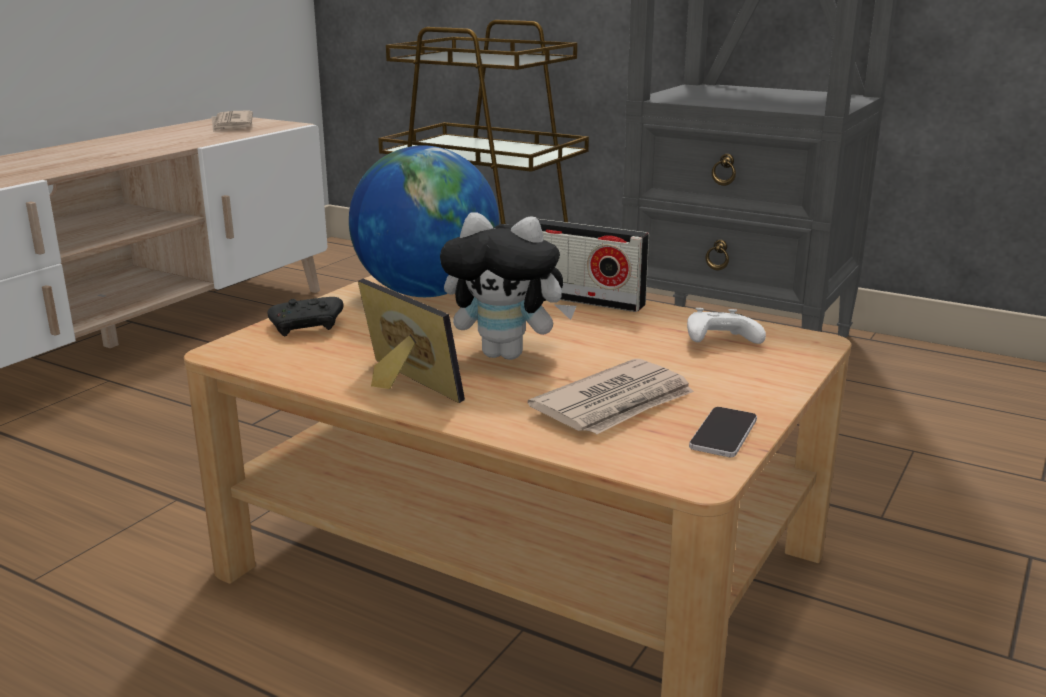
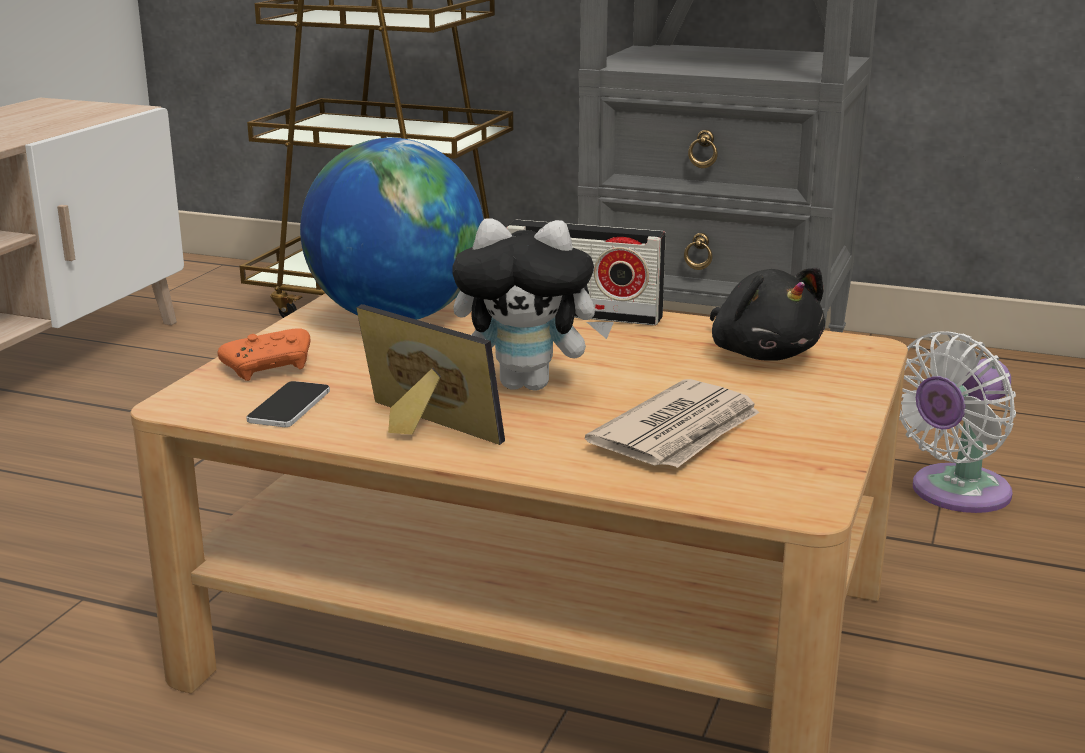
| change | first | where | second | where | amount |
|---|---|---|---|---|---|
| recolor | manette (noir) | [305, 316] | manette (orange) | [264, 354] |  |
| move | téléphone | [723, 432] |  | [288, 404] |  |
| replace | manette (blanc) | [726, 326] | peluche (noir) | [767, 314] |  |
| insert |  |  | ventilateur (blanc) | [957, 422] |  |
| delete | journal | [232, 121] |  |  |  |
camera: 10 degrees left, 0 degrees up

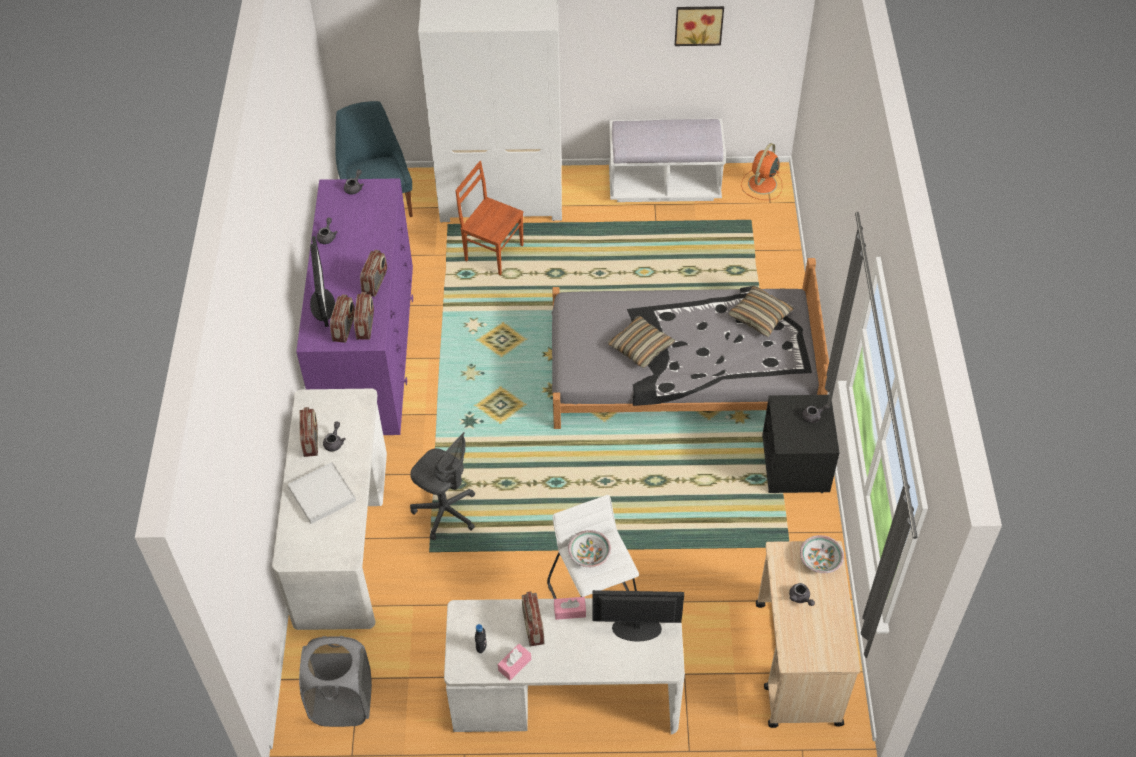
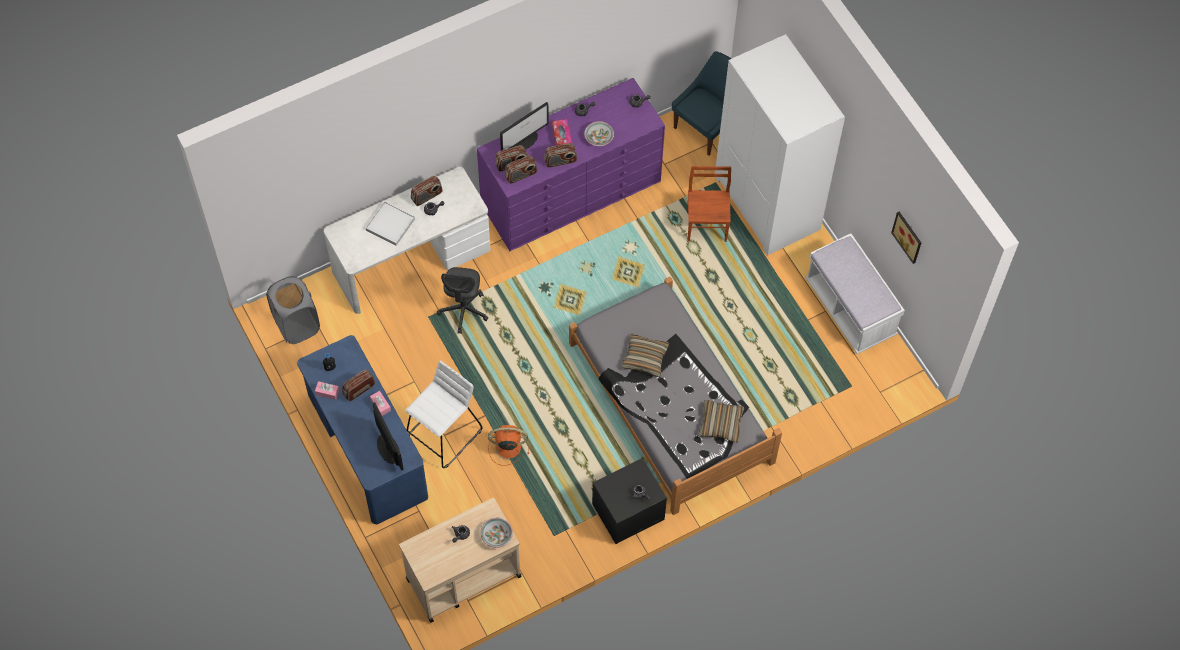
| change | first | where | second | where | amount |
|---|---|---|---|---|---|
| recolor | bureau (blanc) | [564, 666] | bureau (bleu) | [362, 429] |  |
| move | ventilateur (orange) | [761, 171] |  | [508, 445] |  |
| insert |  |  | boîte à mouchoirs | [562, 132] |  |
| move | bol | [589, 548] |  | [599, 133] |  |
camera: 60 degrees right, 10 degrees up

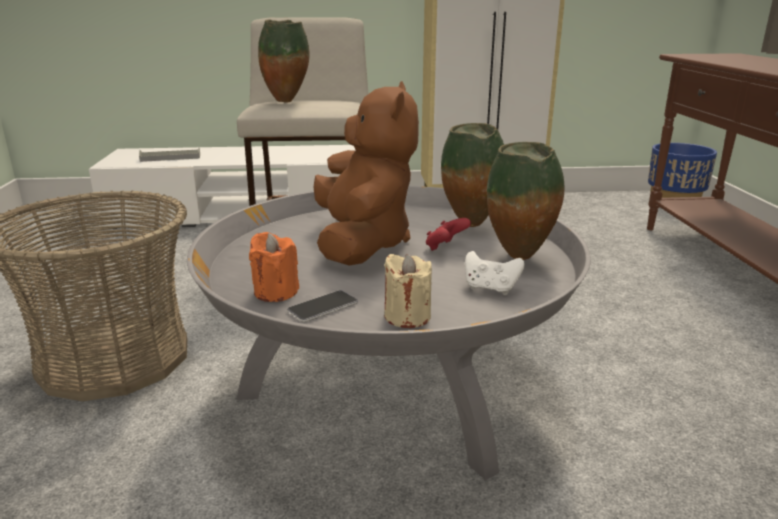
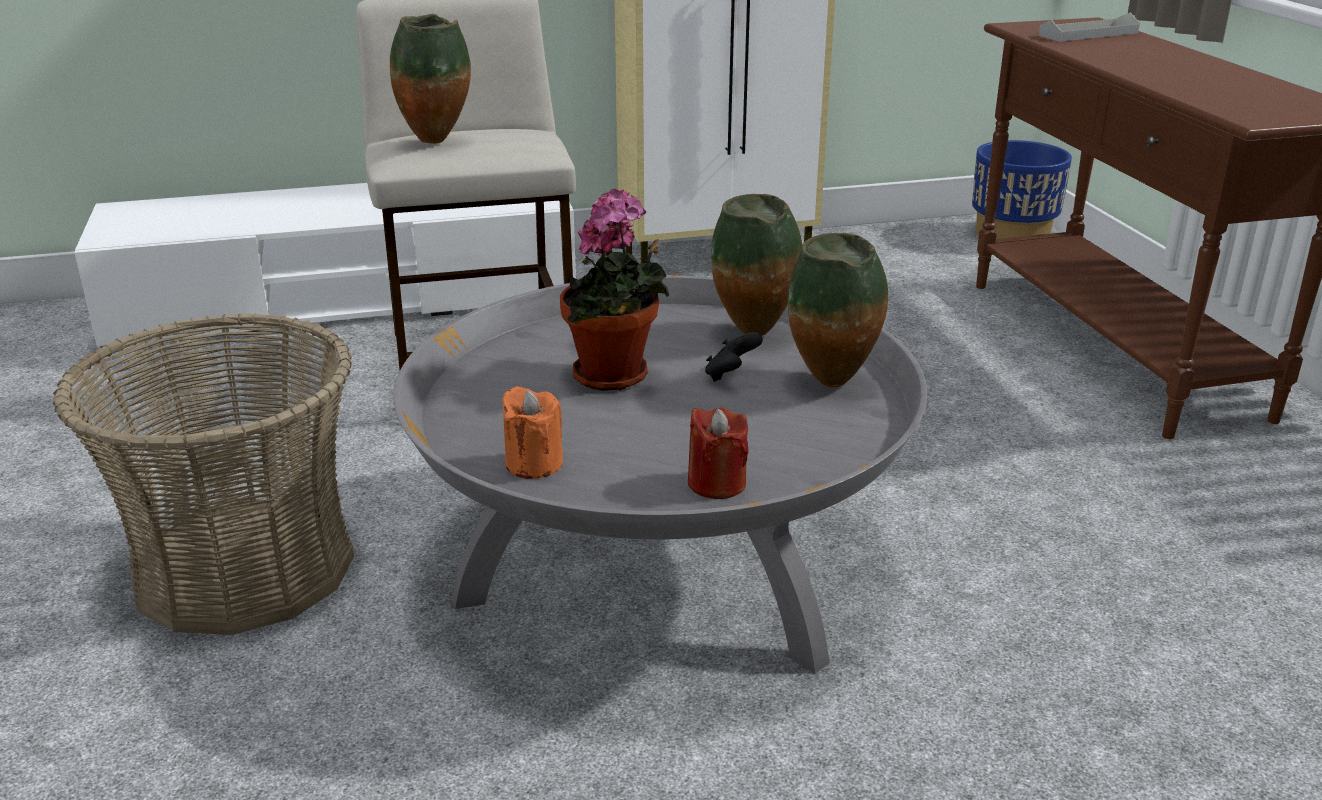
| change | first | where | second | where | amount |
|---|---|---|---|---|---|
| replace | peluche (marron) | [366, 173] | plante en pot | [614, 290] |  |
| recolor | bougie (beige) | [408, 291] | bougie (rouge) | [718, 453] |  |
| recolor | manette (rouge) | [448, 234] | manette (noir) | [734, 357] |  |
| move | plateau (gris) | [169, 154] |  | [1089, 27] |  |
| delete | téléphone | [322, 306] |  |  |  |
| delete | manette (blanc) | [495, 273] |  |  |  |
camera: 10 degrees left, 5 degrees up

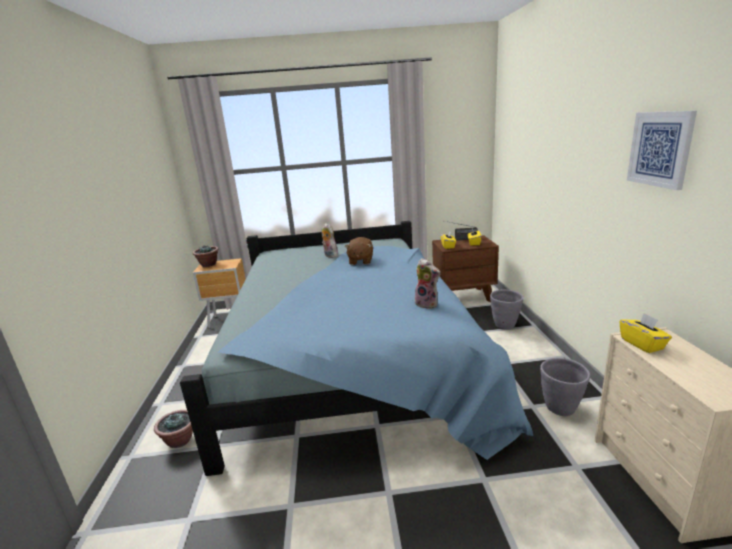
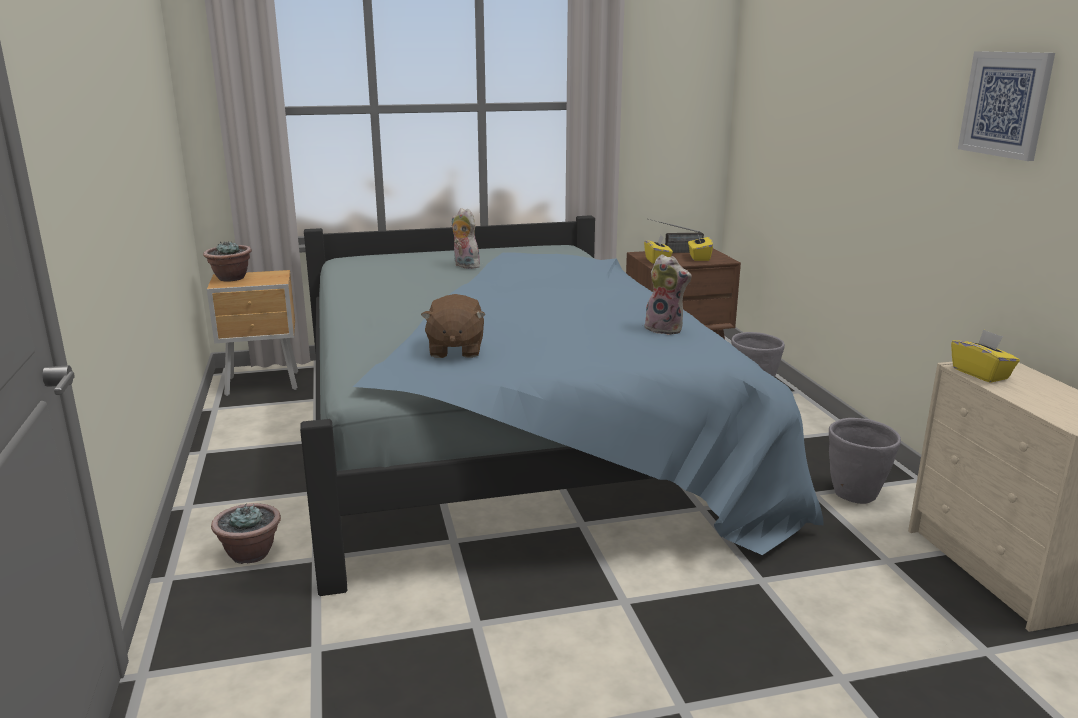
| change | first | where | second | where | amount |
|---|---|---|---|---|---|
| move | peluche (marron) | [359, 251] |  | [453, 326] |  |
camera: 10 degrees left, 0 degrees up

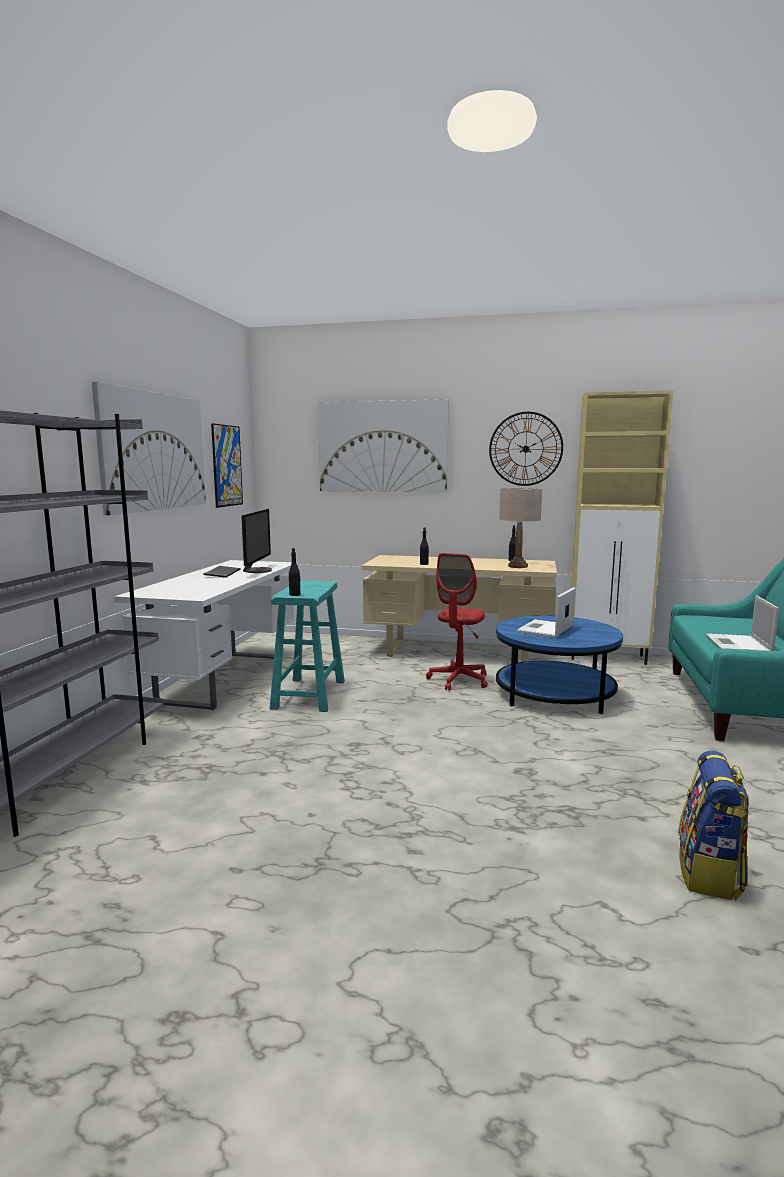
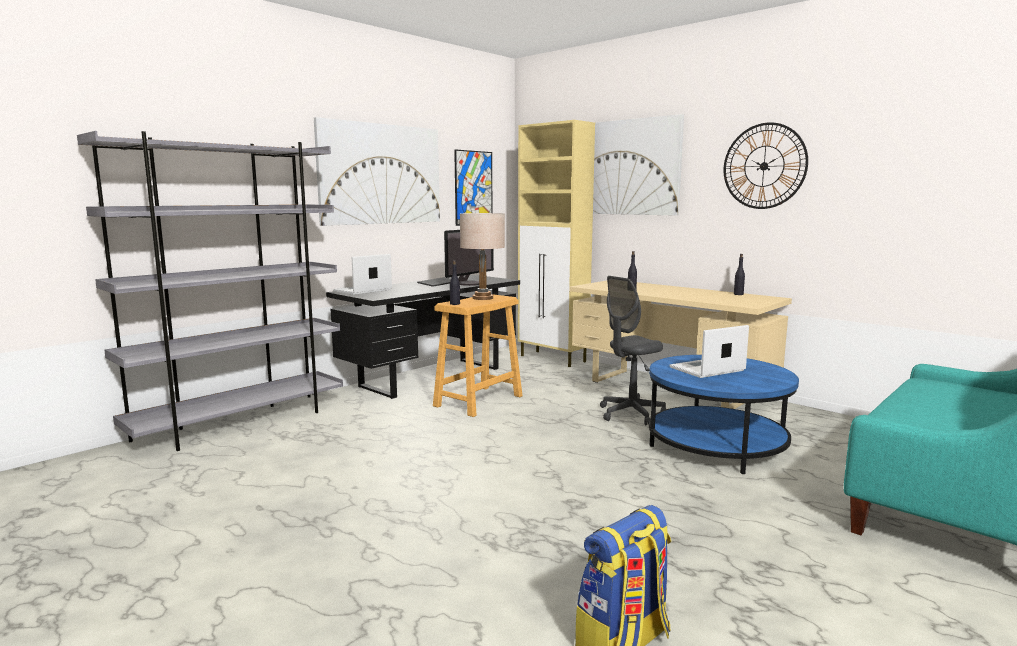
| change | first | where | second | where | amount |
|---|---|---|---|---|---|
| recolor | bureau (blanc) | [206, 635] | bureau (noir) | [423, 337] |  |
| move | ordinateur portable | [742, 623] |  | [362, 274] |  |
| recolor | tabouret (turquoise) | [307, 646] | tabouret (beige) | [478, 356] |  |
| move | lampe de table (beige) | [520, 528] |  | [482, 256] |  |
| move | meuble de rangement (beige) | [622, 527] |  | [556, 243] |  |
| recolor | chaise de bureau (rouge) | [457, 622] | chaise de bureau (gris) | [633, 350] |  |
camera: 30 degrees right, 0 degrees up

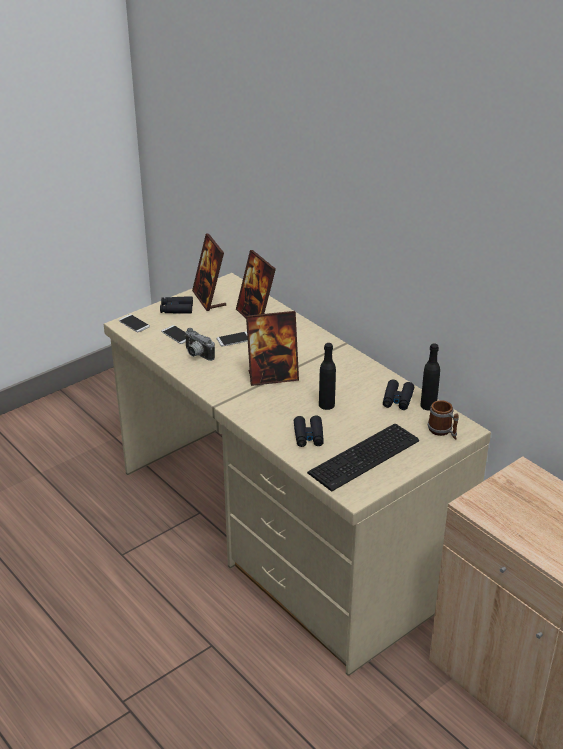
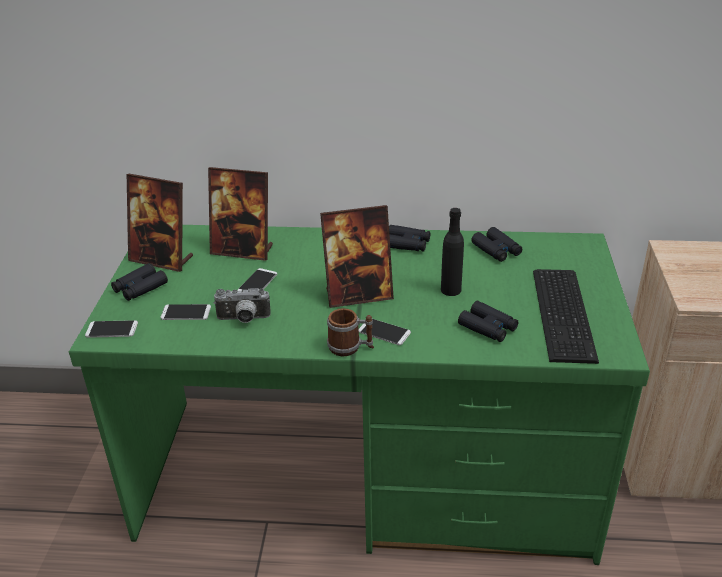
| change | first | where | second | where | amount |
|---|---|---|---|---|---|
| recolor | bureau (beige) | [297, 474] | bureau (vert) | [359, 395] |  |
| rotate | cadre photo | [272, 348] |  | [357, 256] | 45 degrees clockwise |
| move | mug | [443, 419] |  | [350, 332] |  |
| insert |  |  | téléphone | [384, 332] |  |
| insert |  |  | jumelles (noir) | [409, 238] |  |
| delete | bouteille (noir) | [430, 377] |  |  |  |
camera: 45 degrees left, 0 degrees up

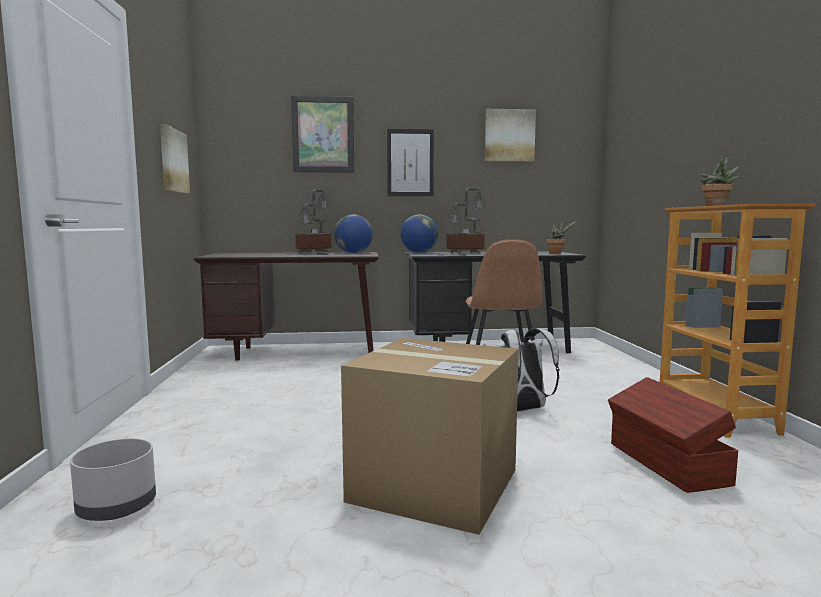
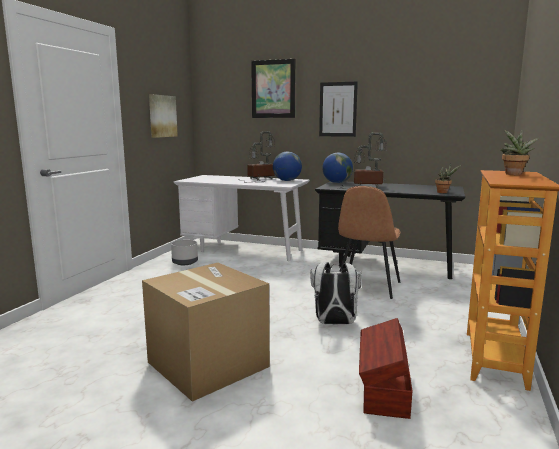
| change | first | where | second | where | amount |
|---|---|---|---|---|---|
| move | cache-pot (gris) | [113, 479] |  | [184, 252] |  |
| recolor | bureau (marron) | [286, 306] | bureau (blanc) | [242, 218] |  |
| delete | tableau | [510, 135] |  |  |  |
camera: 25 degrees right, 5 degrees up

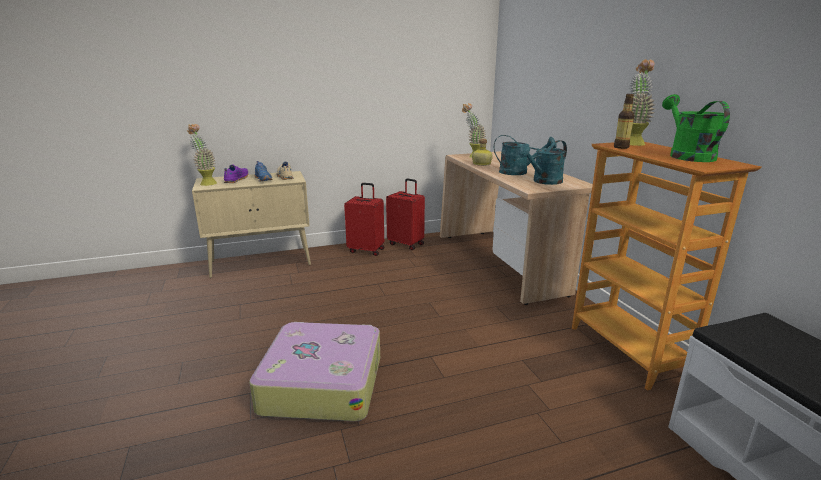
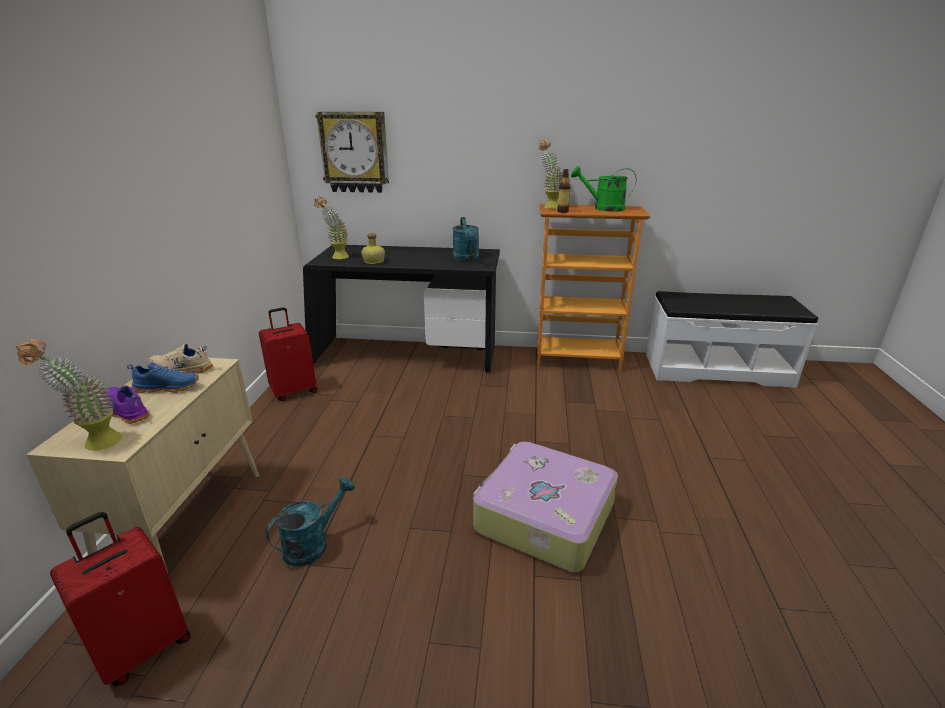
| change | first | where | second | where | amount |
|---|---|---|---|---|---|
| move | valise (rouge) | [364, 219] |  | [120, 599] |  |
| move | arrosoir (turquoise) | [525, 155] |  | [310, 521] |  |
| recolor | bureau (beige) | [516, 228] | bureau (noir) | [401, 309] |  |
| insert |  |  | horloge murale | [352, 152] |  |
camera: 65 degrees left, 5 degrees up

